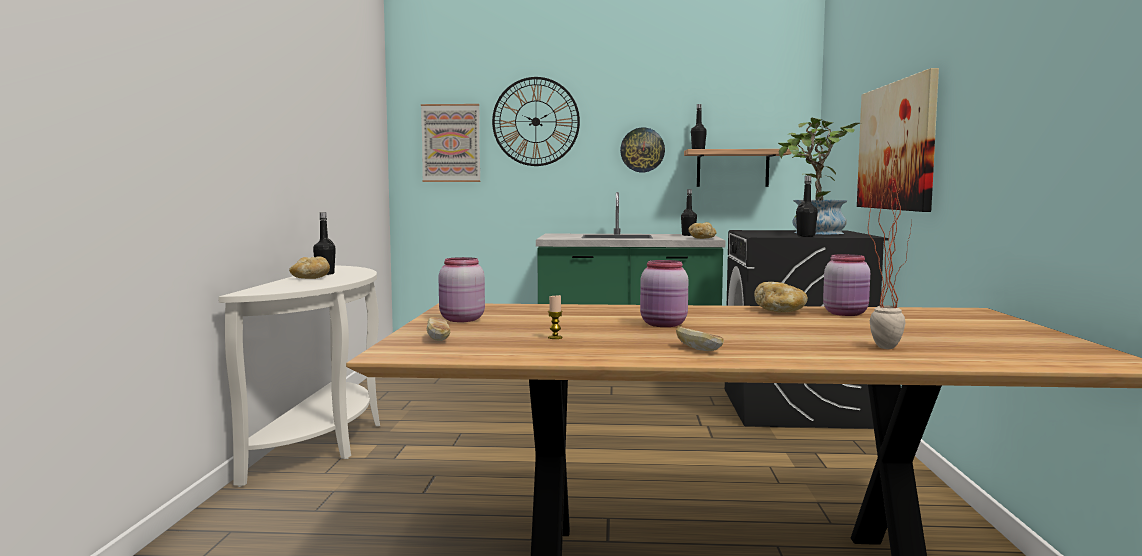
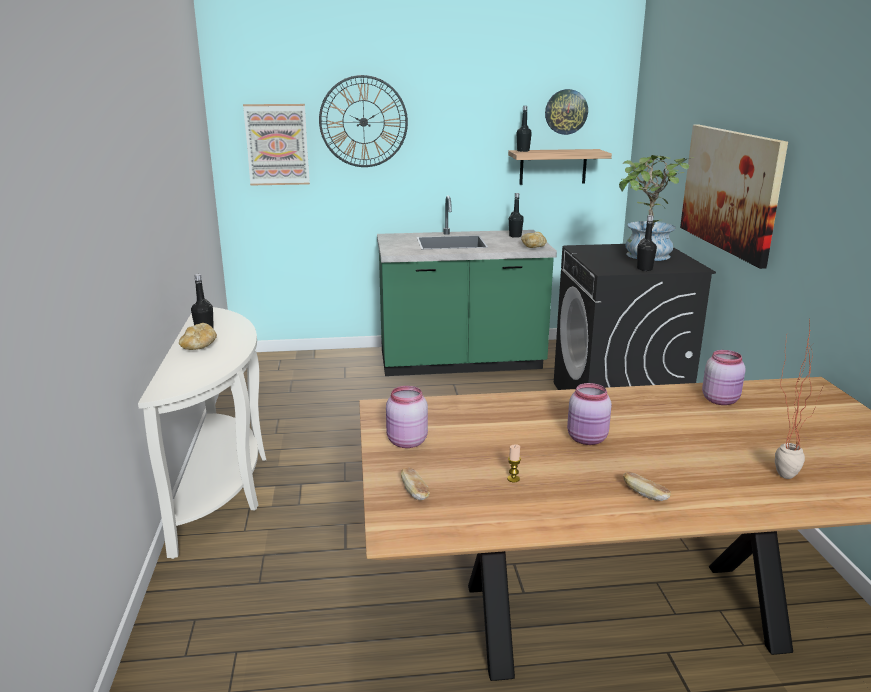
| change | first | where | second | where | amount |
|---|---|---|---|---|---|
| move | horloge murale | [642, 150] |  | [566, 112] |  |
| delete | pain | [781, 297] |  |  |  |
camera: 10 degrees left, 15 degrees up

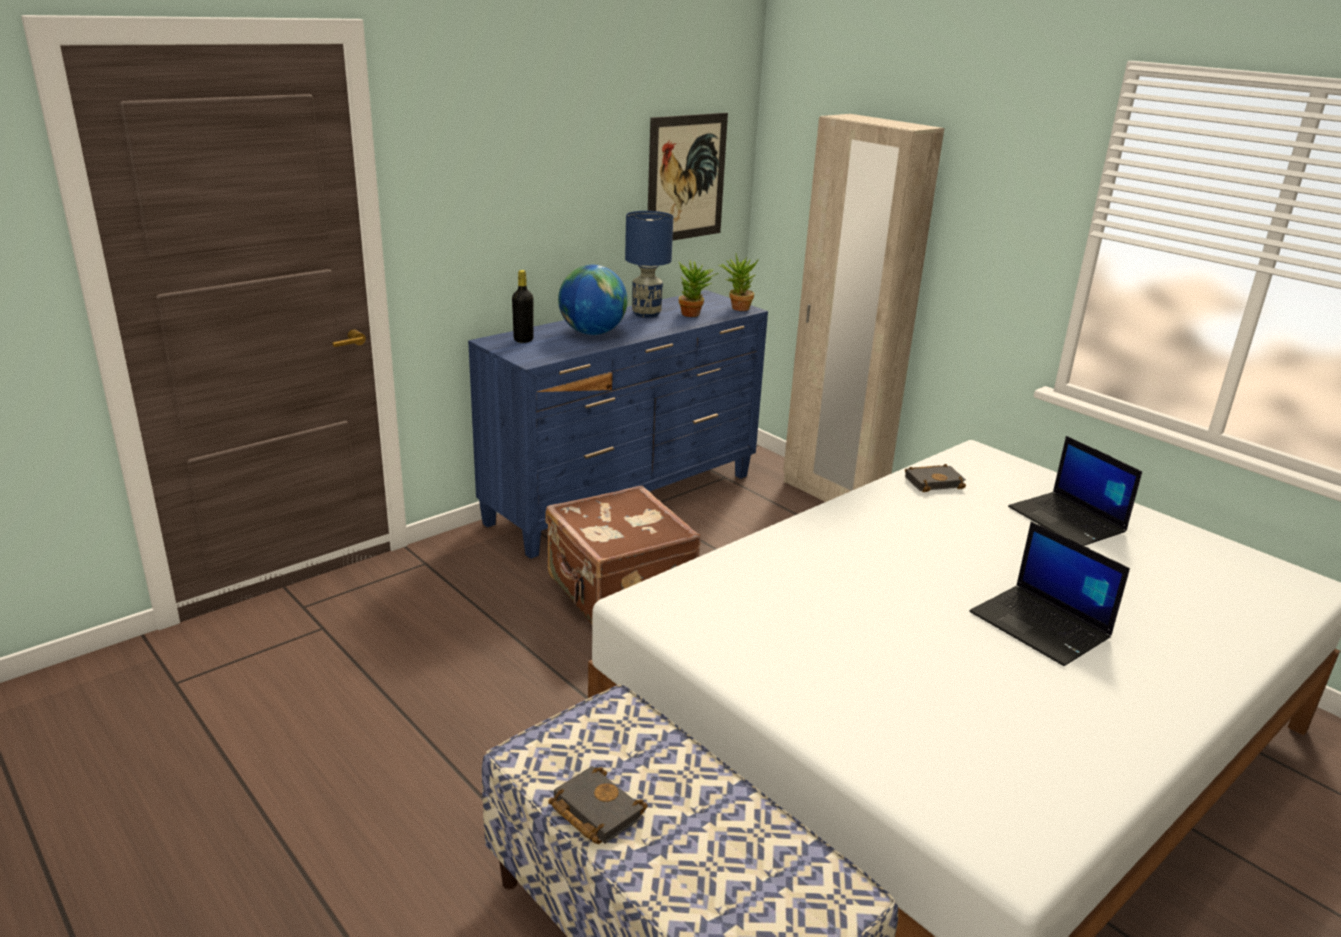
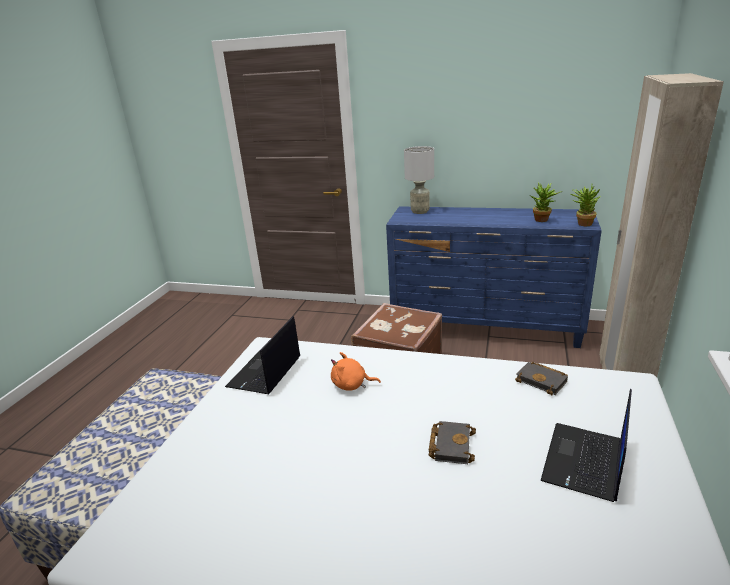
| change | first | where | second | where | amount |
|---|---|---|---|---|---|
| move | ordinateur portable | [1049, 594] |  | [262, 355] |  |
| insert |  |  | peluche (orange) | [356, 371] |  |
| replace | bouteille (noir) | [523, 306] | lampe de table (gris) | [419, 180] |  |
| move | livre (noir) | [598, 805] |  | [452, 442] |  |
| delete | globe | [592, 300] |  |  |  |
| delete | lampe de table (bleu) | [649, 264] |  |  |  |
| delete | tableau | [688, 177] |  |  |  |
camera: 60 degrees right, 0 degrees up

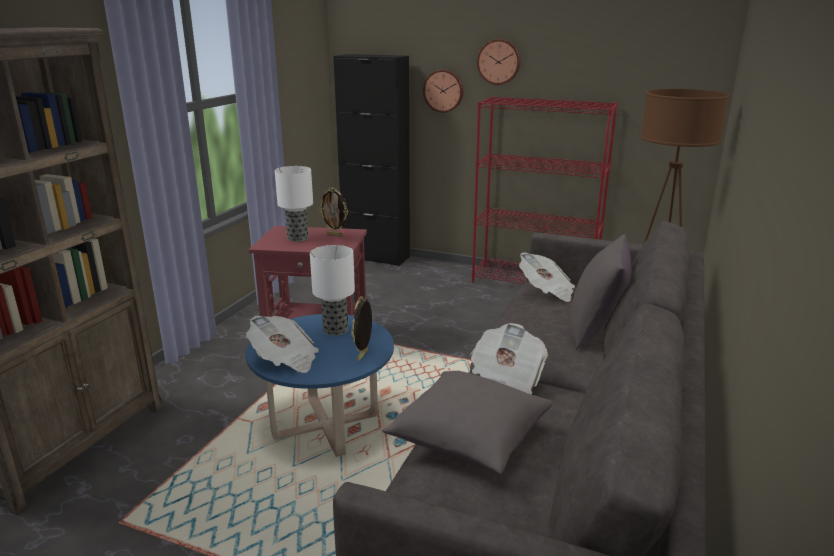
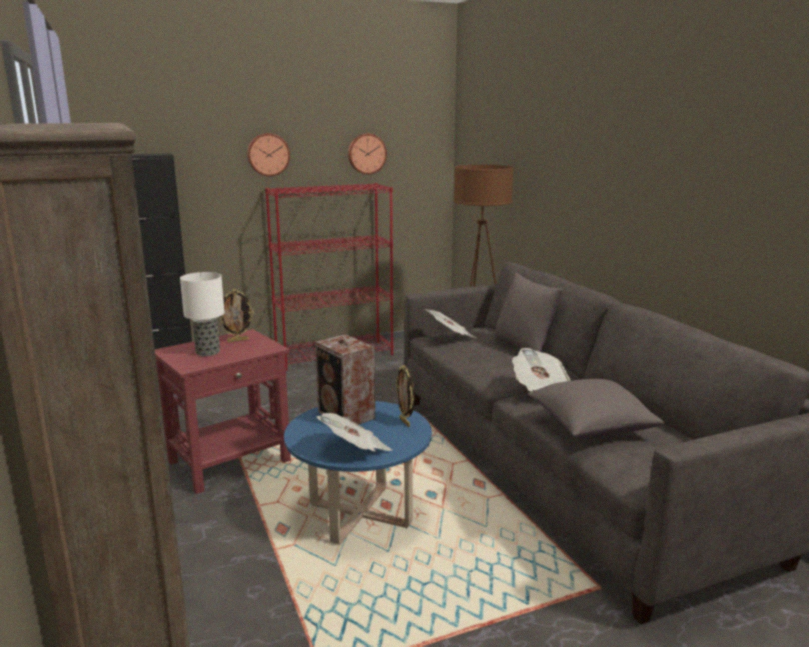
| change | first | where | second | where | amount |
|---|---|---|---|---|---|
| replace | lampe de table | [332, 290] | enceinte | [345, 379] |  |
| move | horloge murale | [443, 91] |  | [367, 153] |  |
camera: 45 degrees left, 5 degrees down

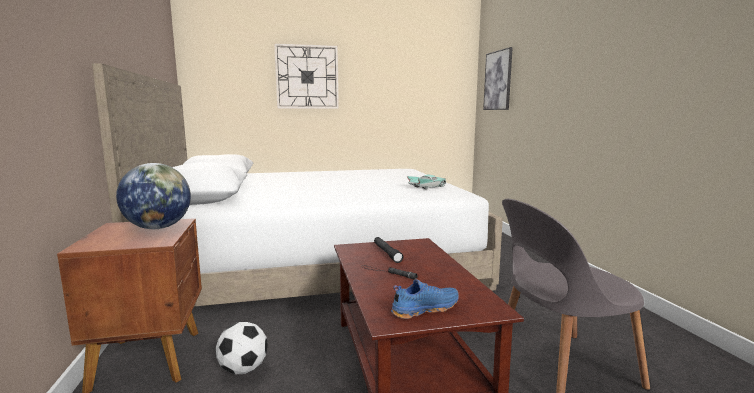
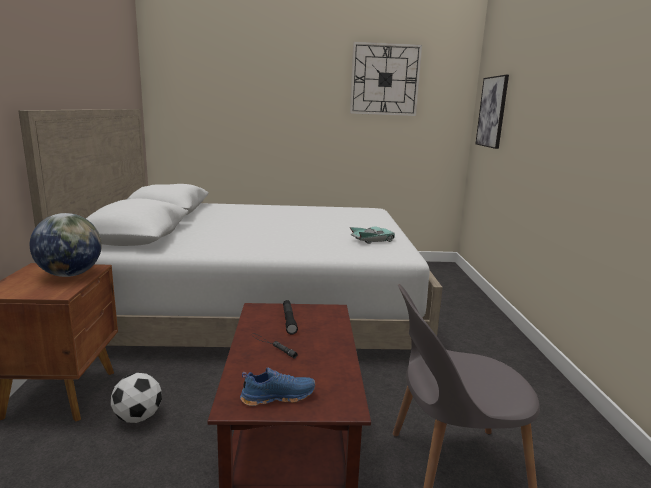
| change | first | where | second | where | amount |
|---|---|---|---|---|---|
| move | horloge murale | [306, 76] |  | [386, 79] |  |
camera: 10 degrees right, 5 degrees up

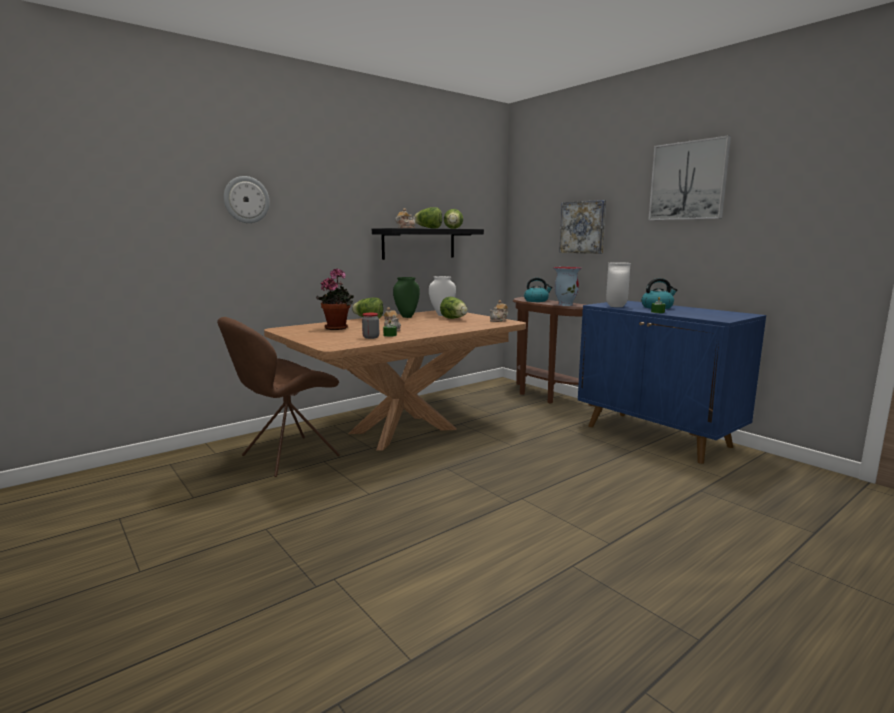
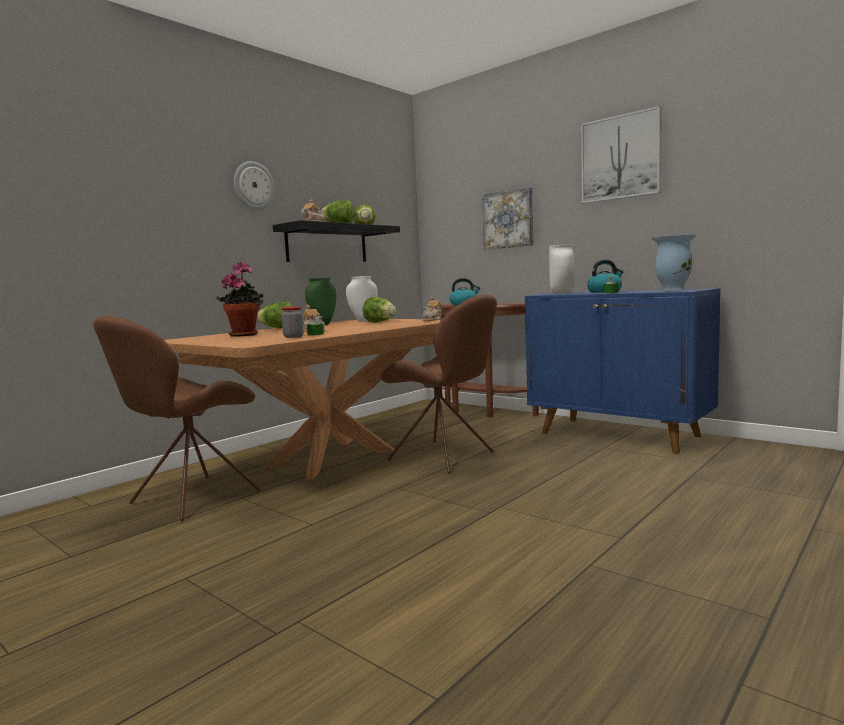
| change | first | where | second | where | amount |
|---|---|---|---|---|---|
| move | horloge murale | [247, 199] |  | [254, 185] |  |
| insert |  |  | chaise (marron) | [438, 383] |  |
| move | vase | [567, 286] |  | [674, 262] |  |
camera: 10 degrees left, 5 degrees down

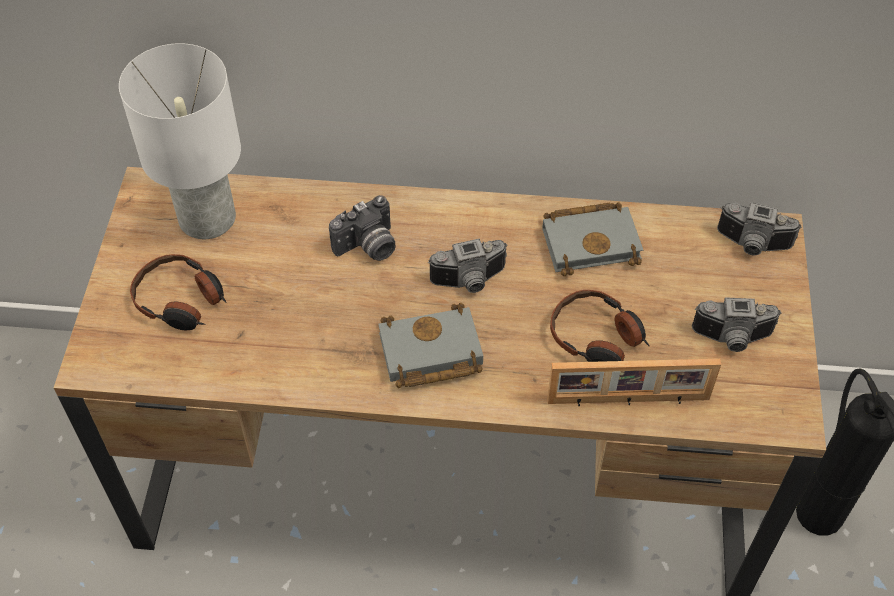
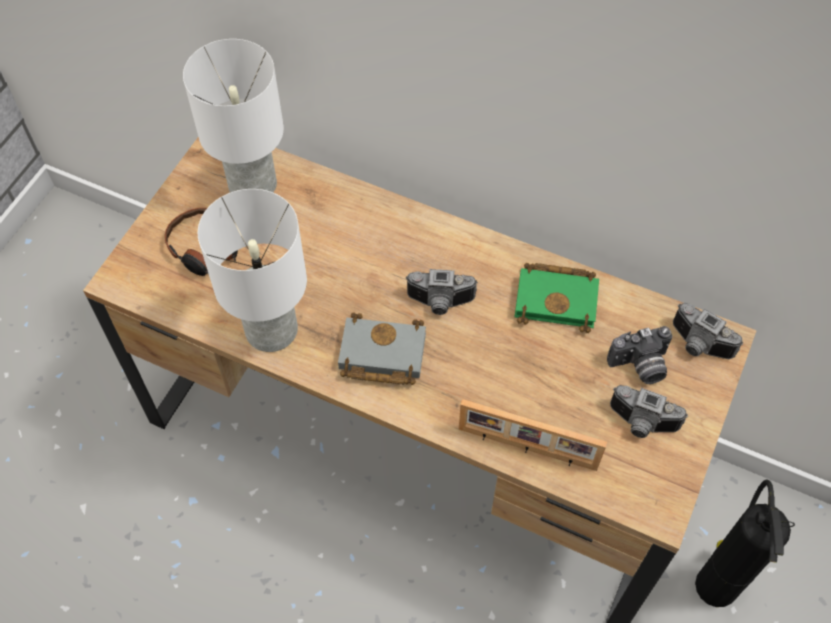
| change | first | where | second | where | amount |
|---|---|---|---|---|---|
| insert |  |  | lampe de table (blanc) | [252, 270] |  |
| recolor | livre (gris) | [592, 239] | livre (vert) | [556, 298] |  |
| move | appareil photo | [362, 228] |  | [639, 355] |  |
| delete | casque audio | [599, 326] |  |  |  |
camera: 20 degrees right, 5 degrees up

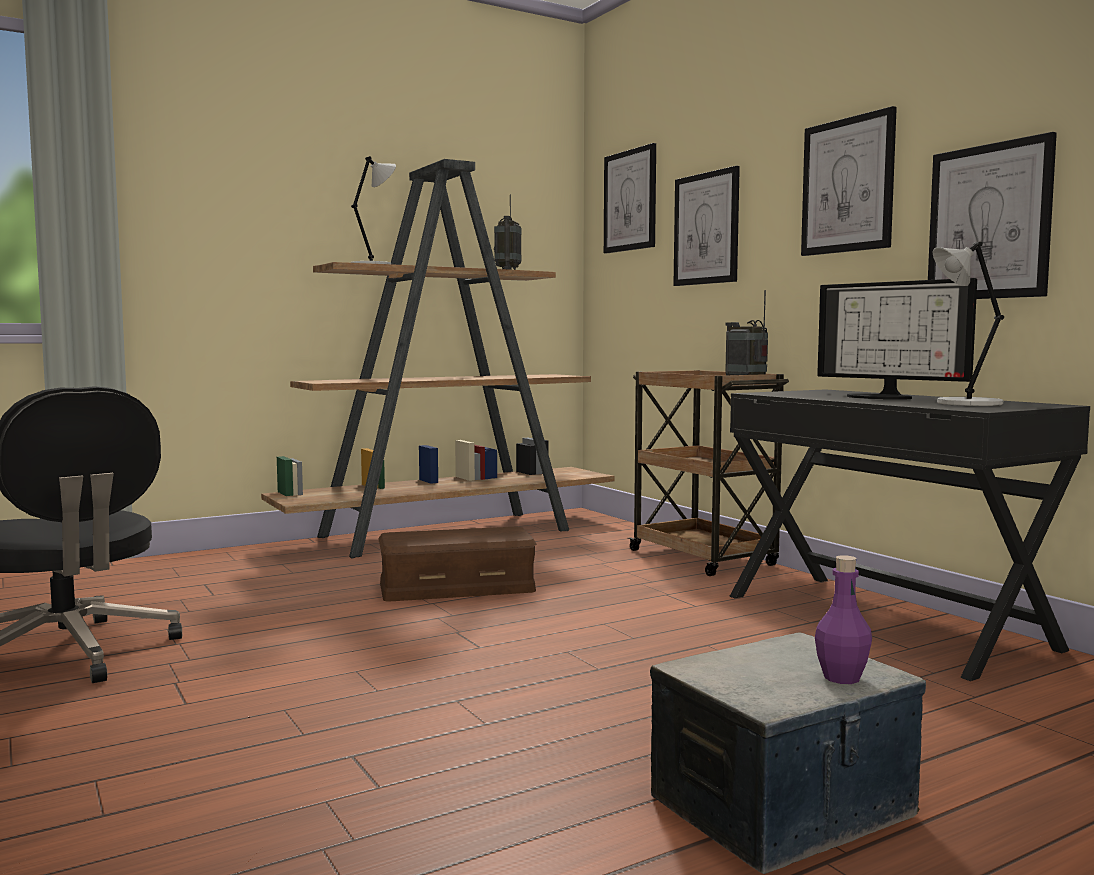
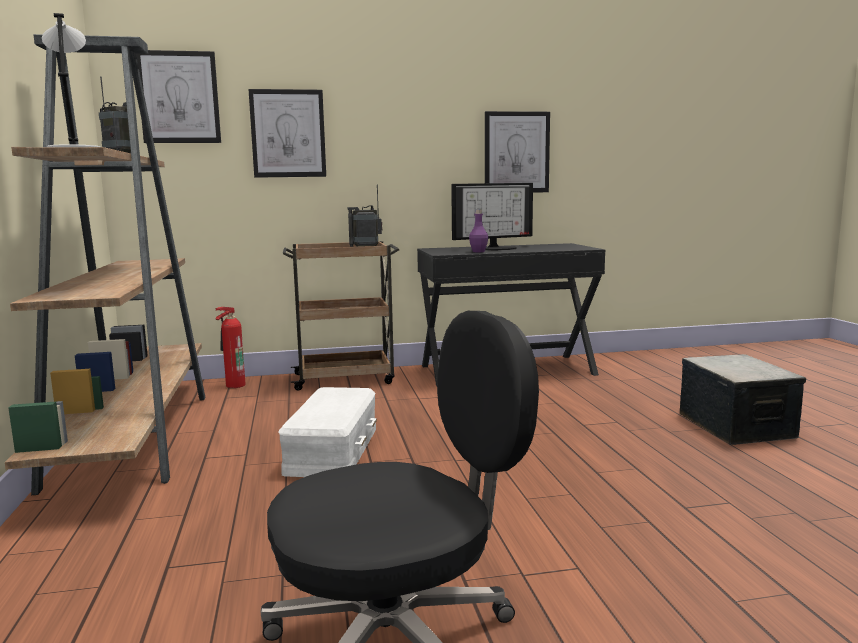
| change | first | where | second | where | amount |
|---|---|---|---|---|---|
| insert |  |  | extincteur | [230, 347] |  |
| recolor | boîte de rangement (marron) | [457, 564] | boîte de rangement (blanc) | [327, 432] |  |
| move | bouteille (violet) | [843, 619] |  | [478, 230] |  |
| delete | tableau | [849, 181] |  |  |  |
| delete | lampe de table (gris) | [968, 323] |  |  |  |
camera: 70 degrees left, 5 degrees up

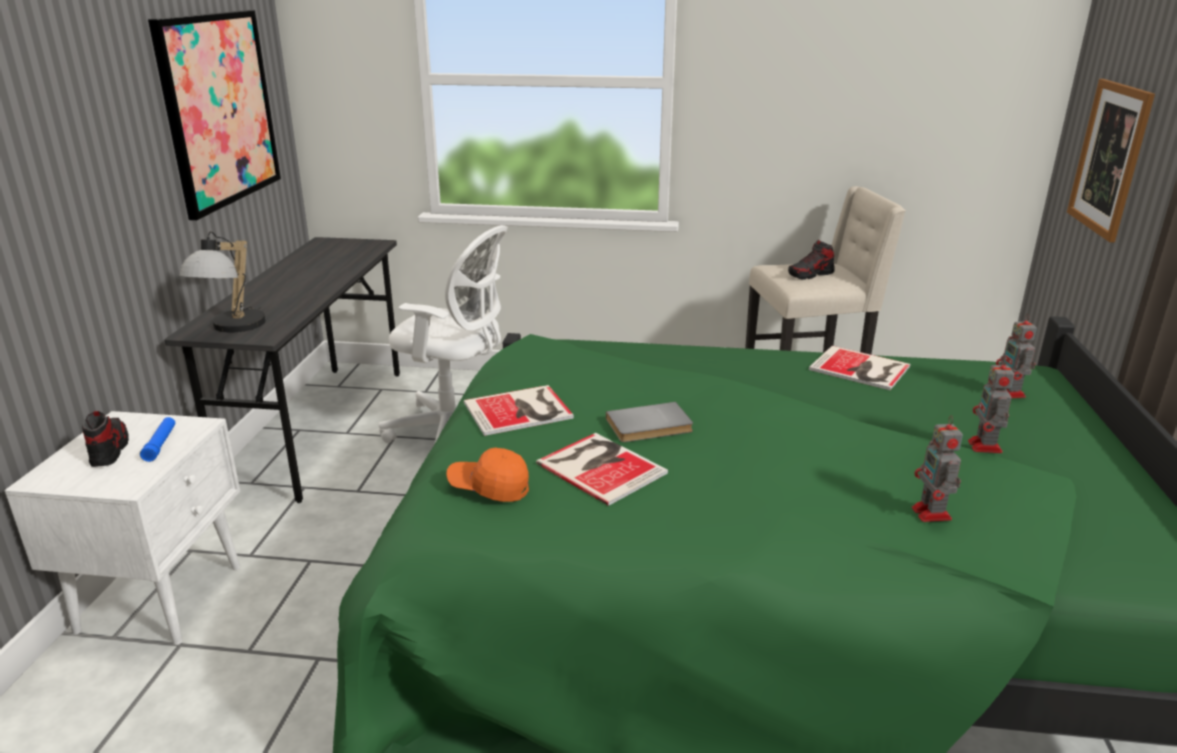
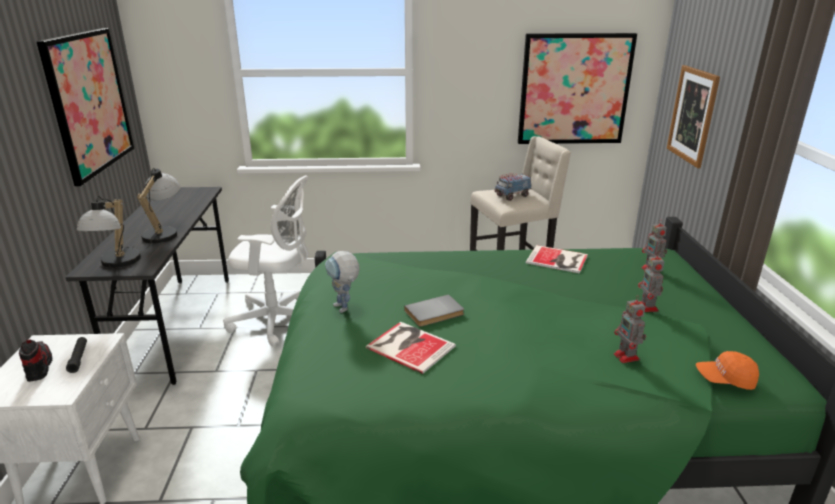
| change | first | where | second | where | amount |
|---|---|---|---|---|---|
| recolor | lampe de poche (bleu) | [157, 439] | lampe de poche (noir) | [76, 355] |  |
| insert |  |  | lampe de table | [158, 208] |  |
| replace | livre | [519, 410] | robot jouet | [342, 282] |  |
| replace | chaussure | [811, 260] | camion jouet | [512, 187] |  |
| insert |  |  | tableau | [577, 88] |  |
| move | casquette (orange) | [487, 474] |  | [727, 370] |  |
camera: 10 degrees left, 0 degrees up

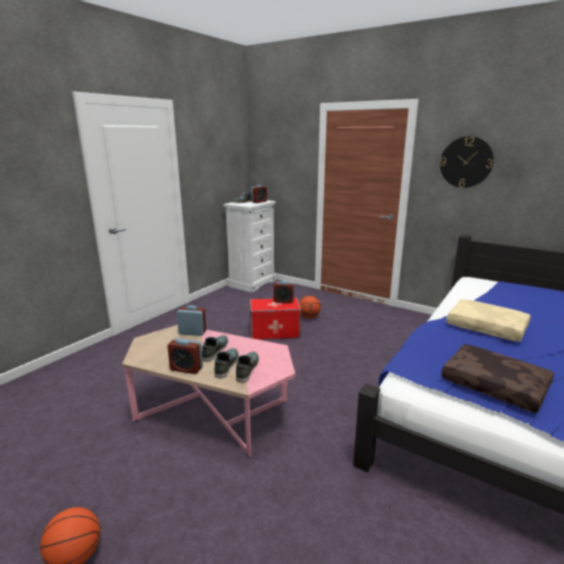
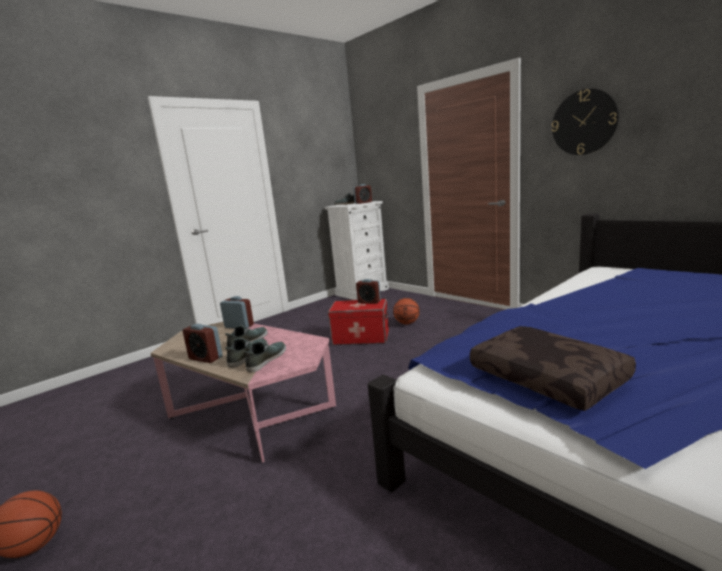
| change | first | where | second | where | amount |
|---|---|---|---|---|---|
| delete | coussin (beige) | [488, 320] |  |  |  |
camera: 15 degrees right, 5 degrees down

